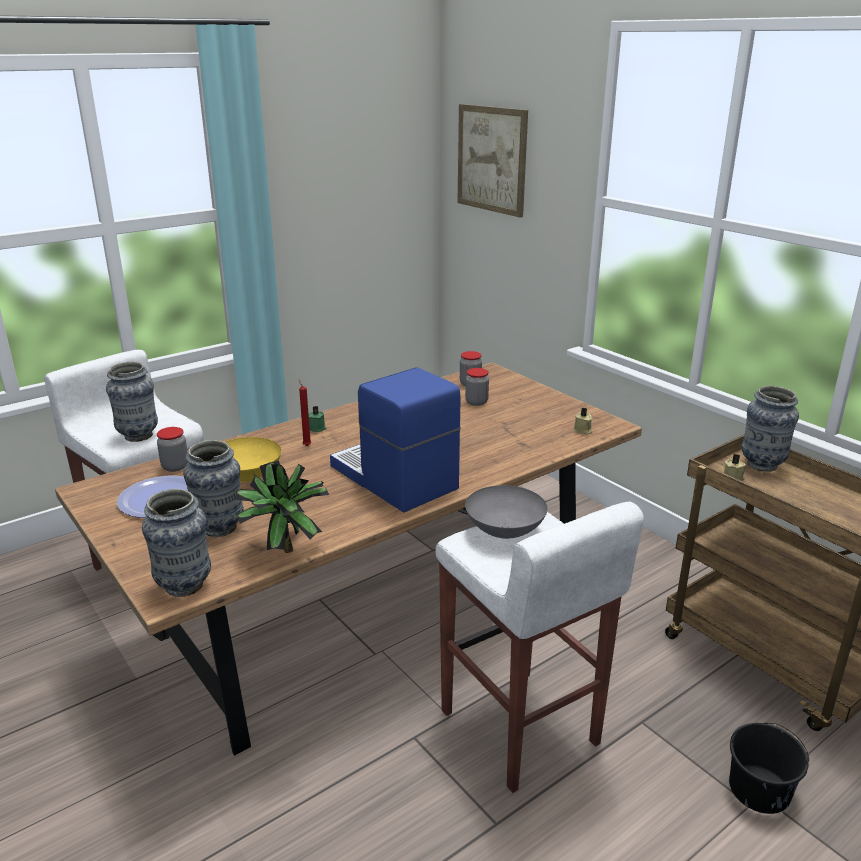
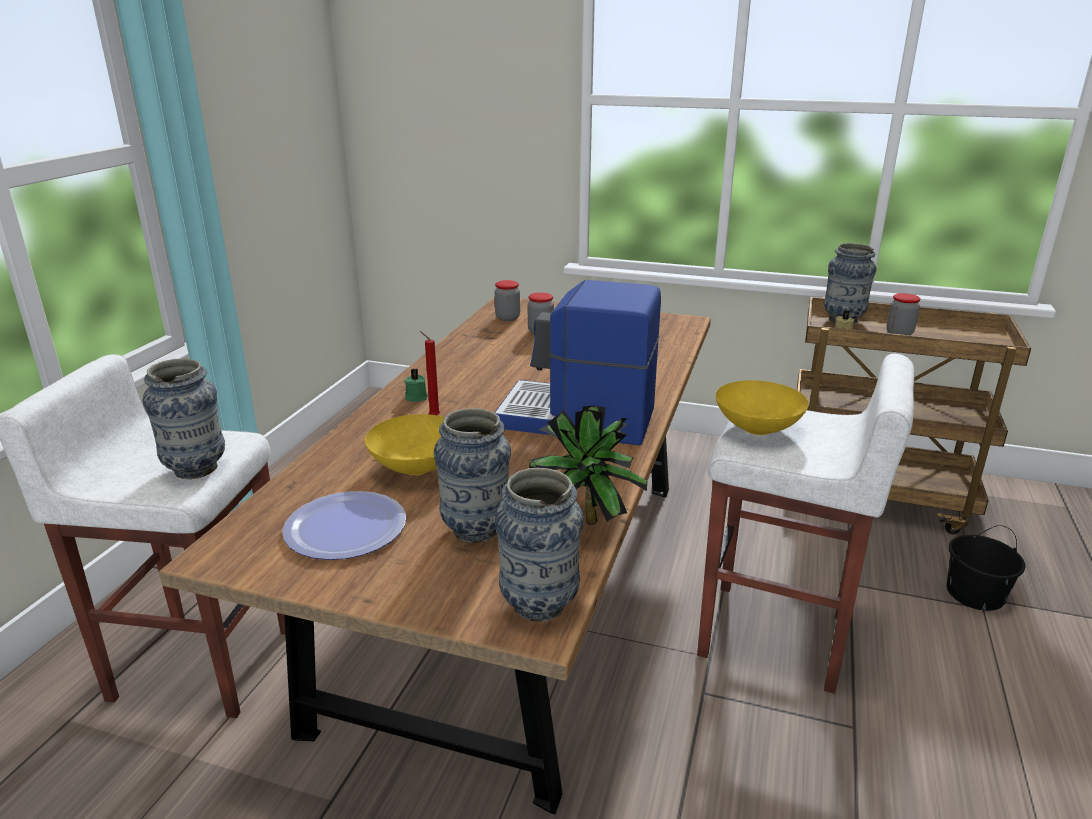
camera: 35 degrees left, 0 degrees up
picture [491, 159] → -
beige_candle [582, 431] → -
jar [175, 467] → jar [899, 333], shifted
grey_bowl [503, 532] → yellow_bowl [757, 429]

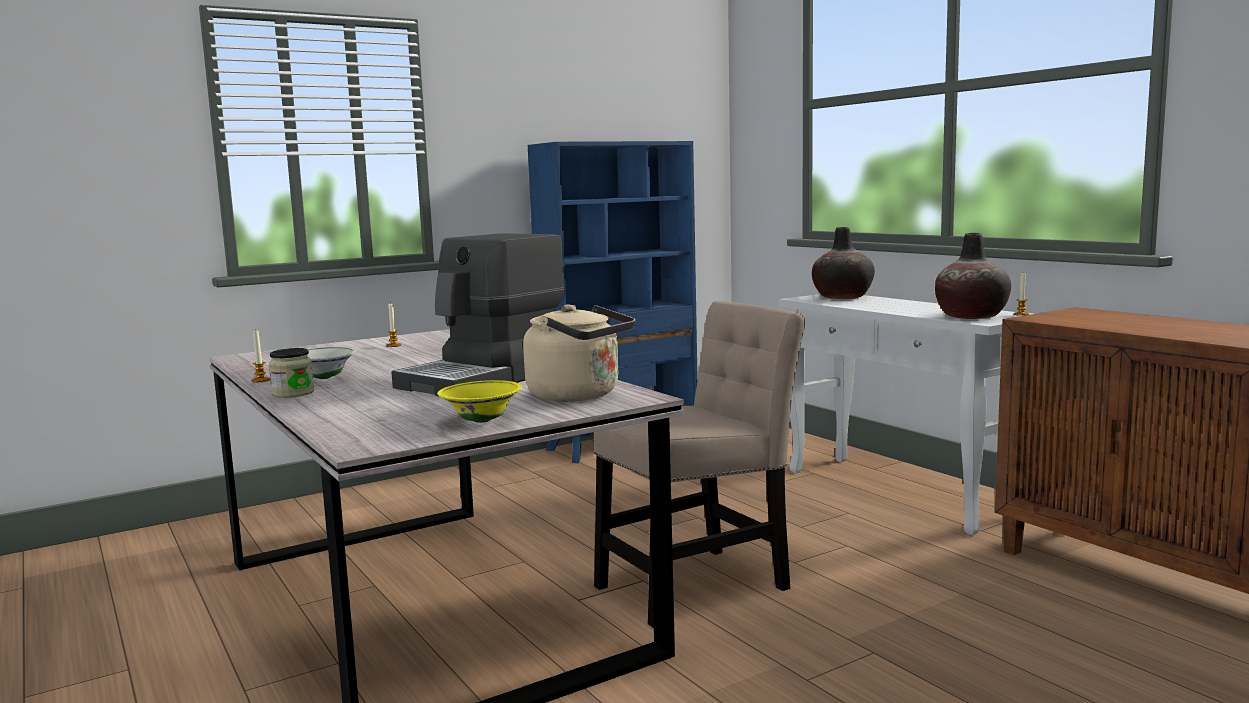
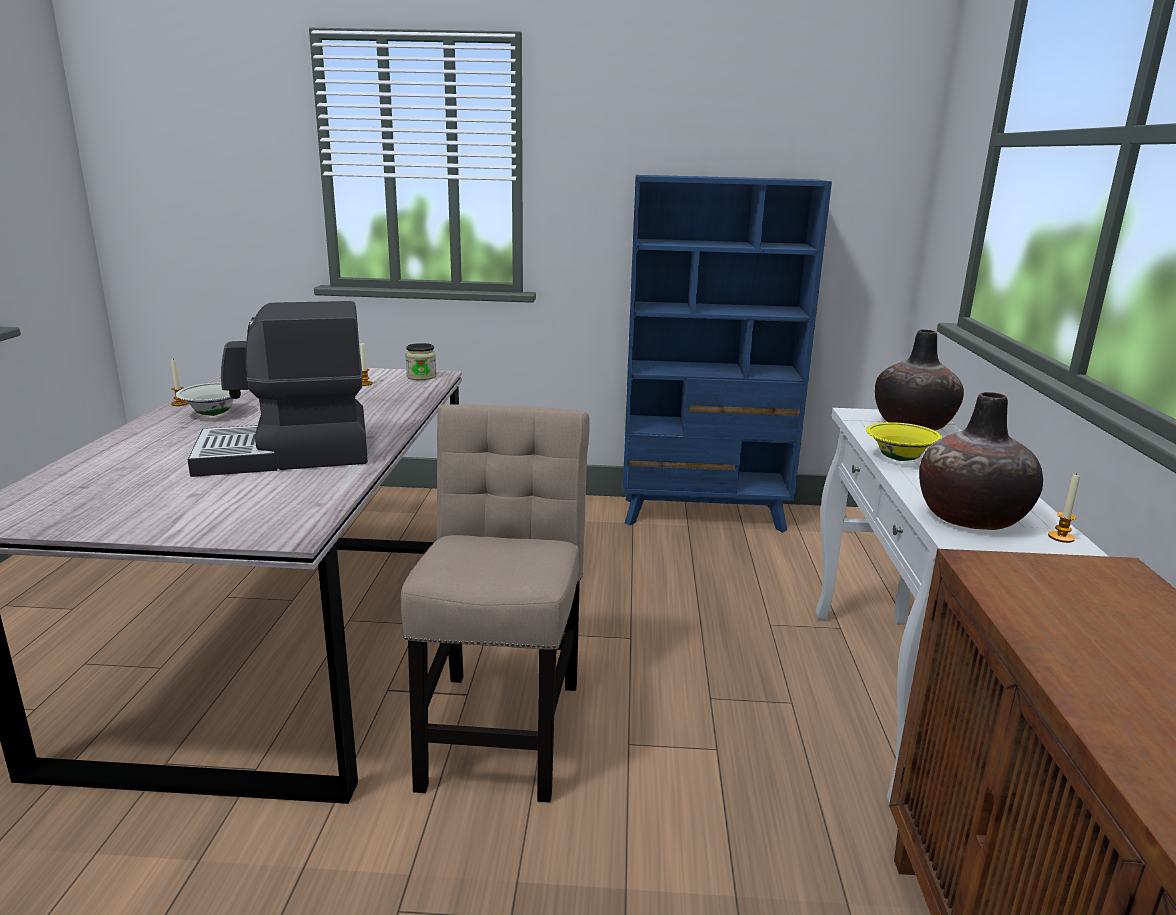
camera: 35 degrees right, 10 degrees up
beige_kettle [579, 395] → -
jar [293, 393] → jar [421, 376], shifted
yellow_bowl [482, 421] → yellow_bowl [899, 459], shifted
beige_chair [699, 584] → beige_chair [502, 725], 90 degrees counterclockwise

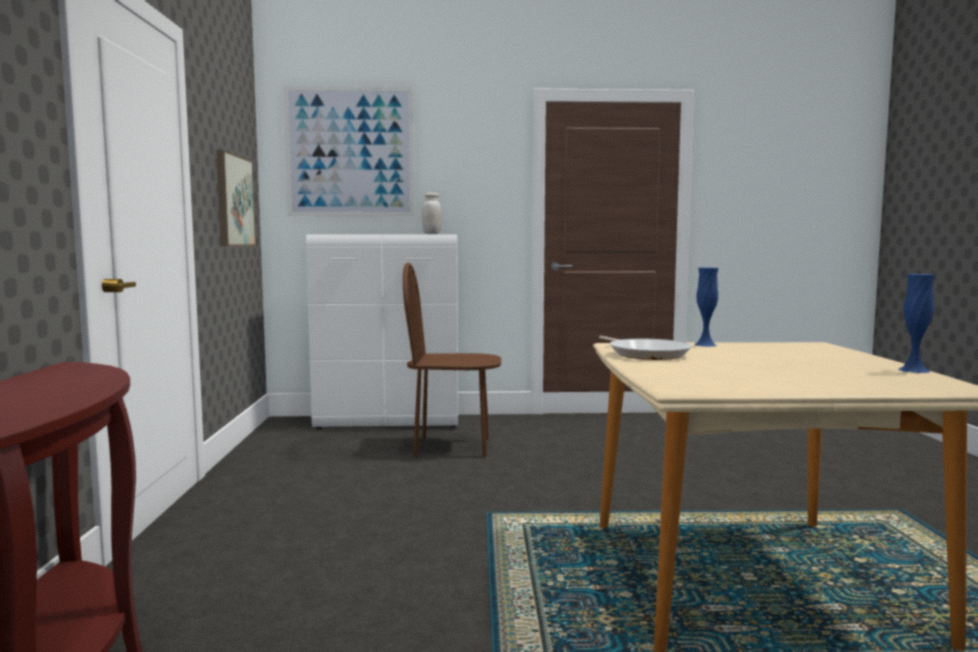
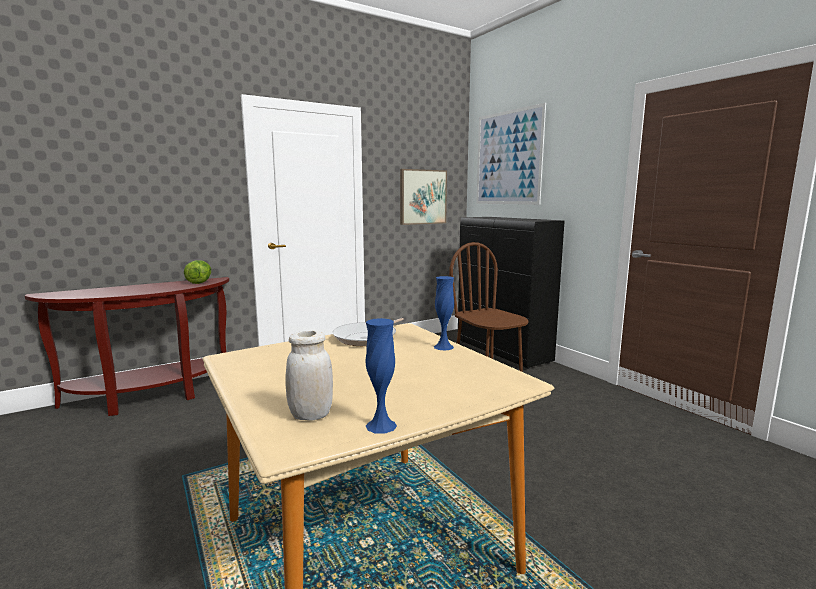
camera: 60 degrees right, 5 degrees up
- → lettuce [200, 282]
white_jar [432, 234] → white_jar [310, 415], shifted
white_cabinet [389, 422] → black_cabinet [503, 352]

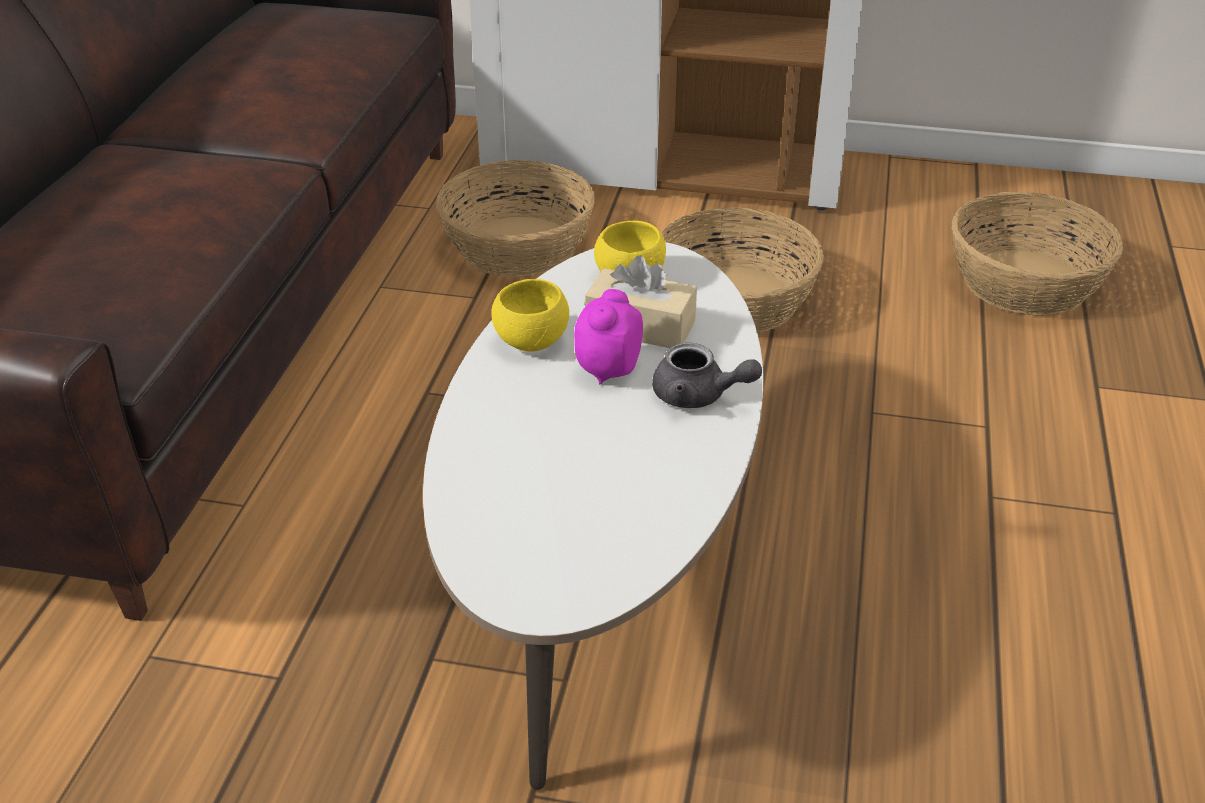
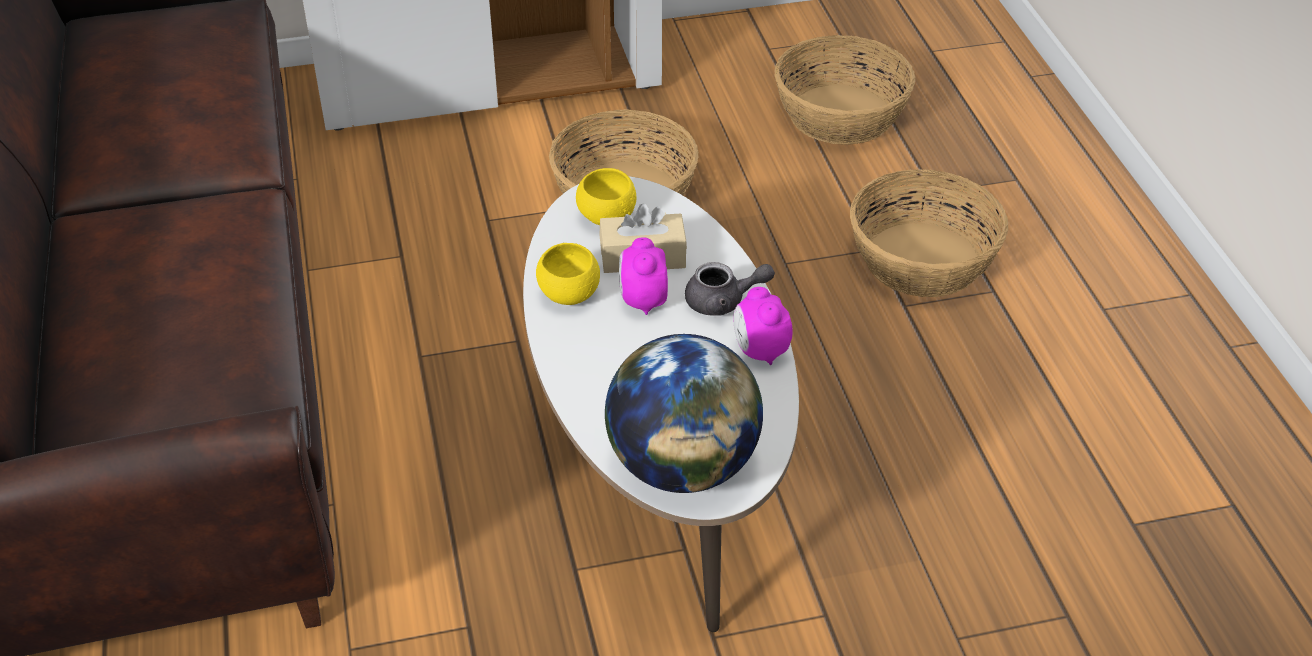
camera: 25 degrees left, 5 degrees up
- → globe [683, 467]
- → alarm_clock [760, 351]
basket [517, 247] → basket [922, 260], shifted

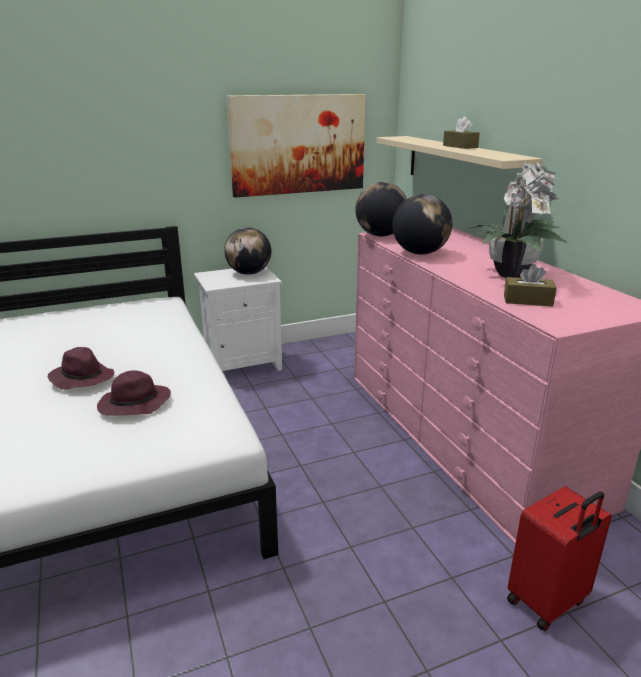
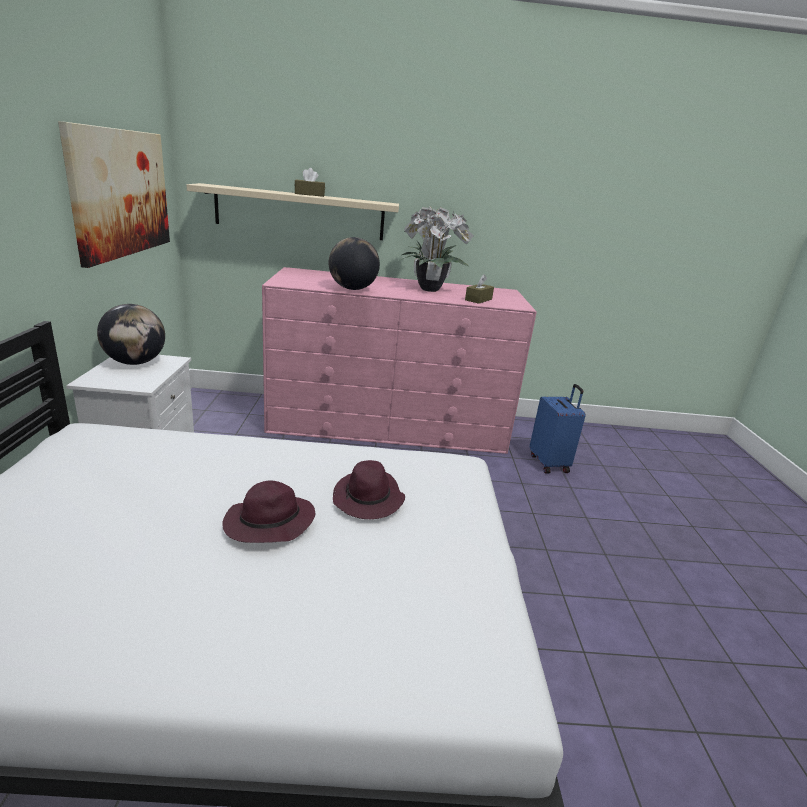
camera: 70 degrees left, 0 degrees up
globe [380, 235] → -
red_suitcase [548, 602] → blue_suitcase [549, 463]

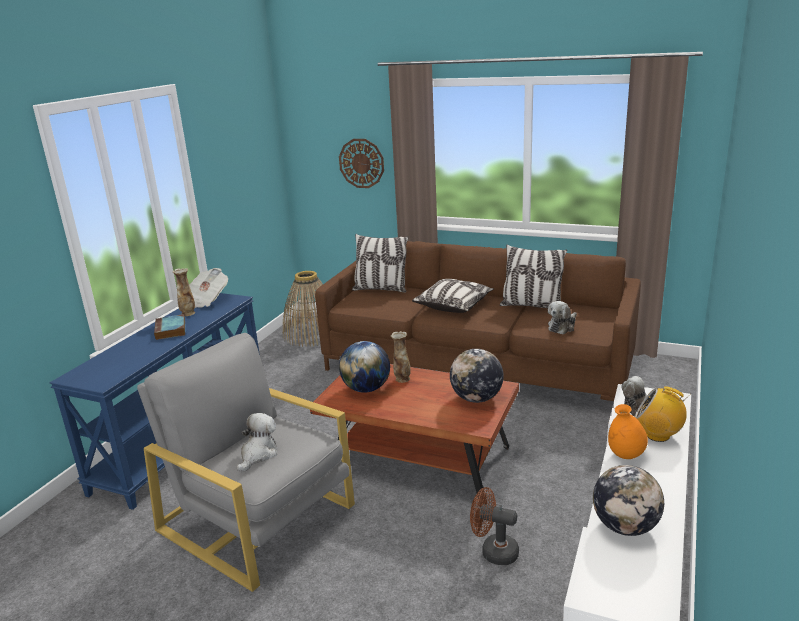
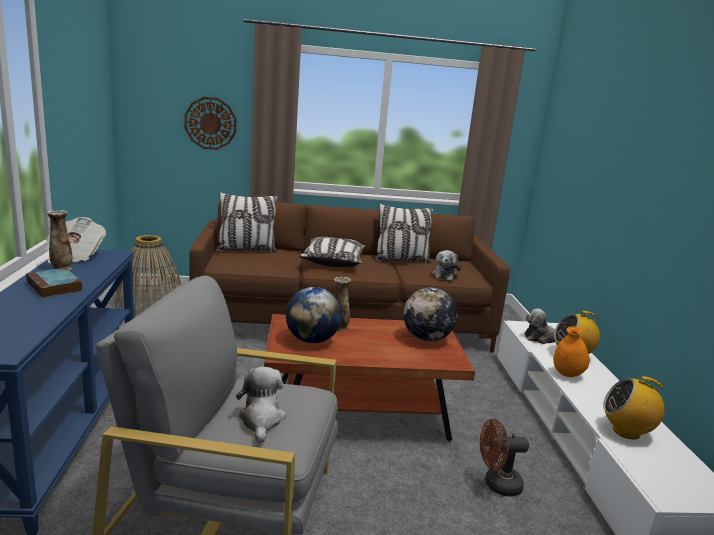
camera: 30 degrees left, 5 degrees down
globe [625, 527] → radio [626, 431]

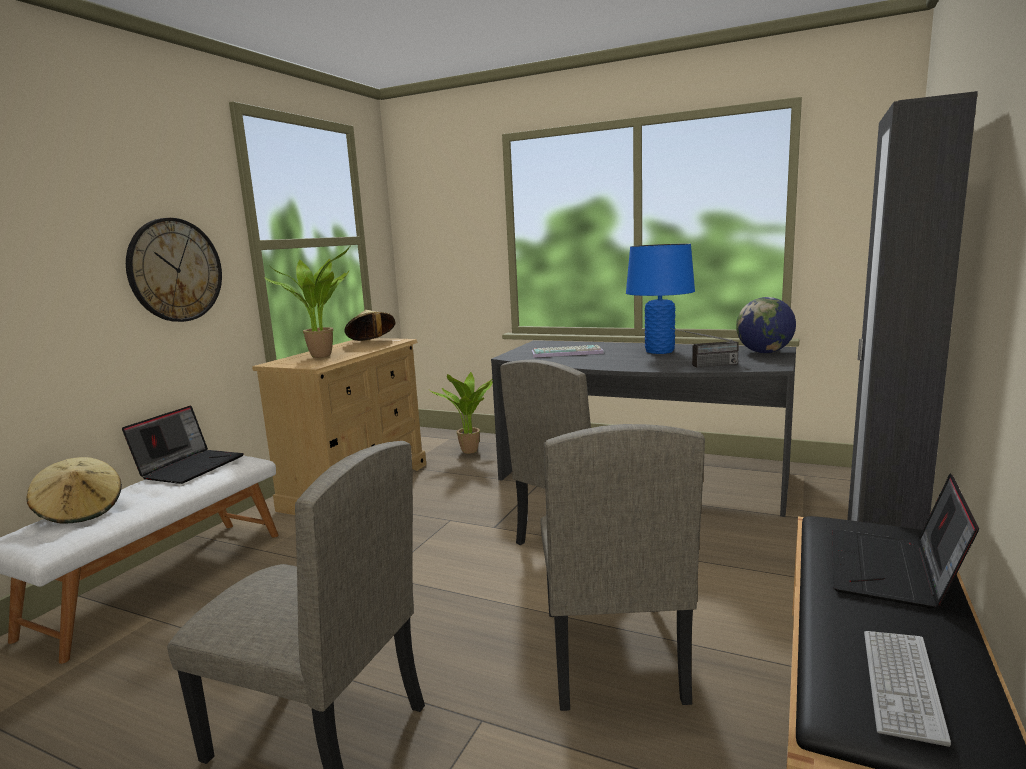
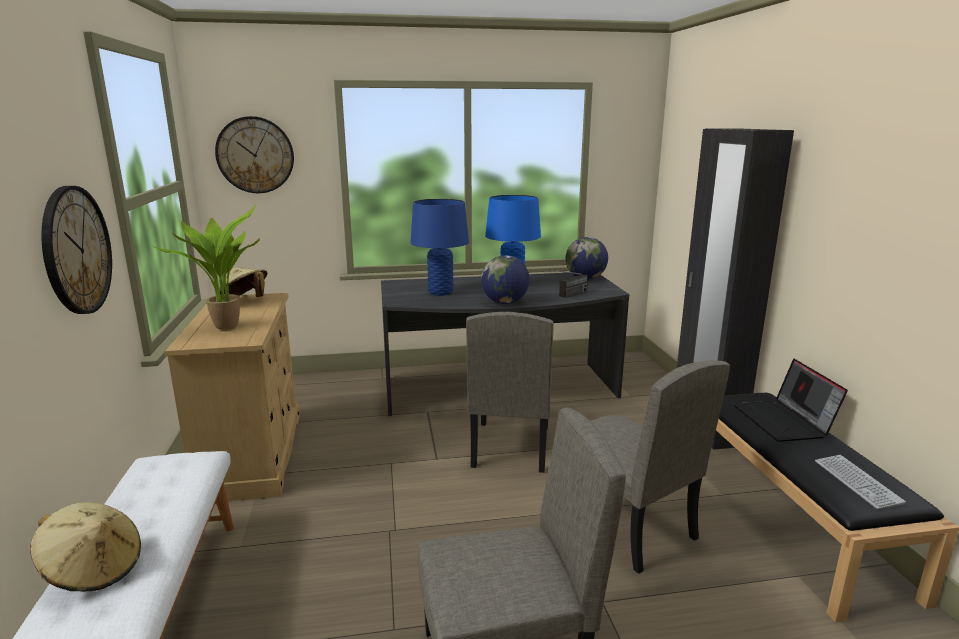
camera: 35 degrees left, 5 degrees up
laptop [190, 466] → -
potted_plant [471, 452] → -
- → wall_clock [255, 155]
- → globe [505, 303]
keyboard [567, 353] → blue_table_lamp [441, 292]

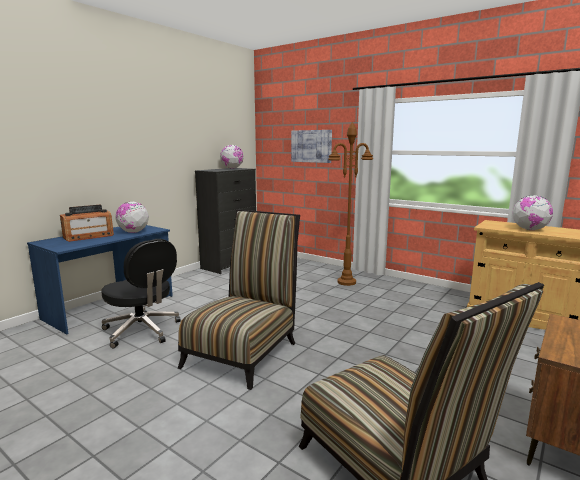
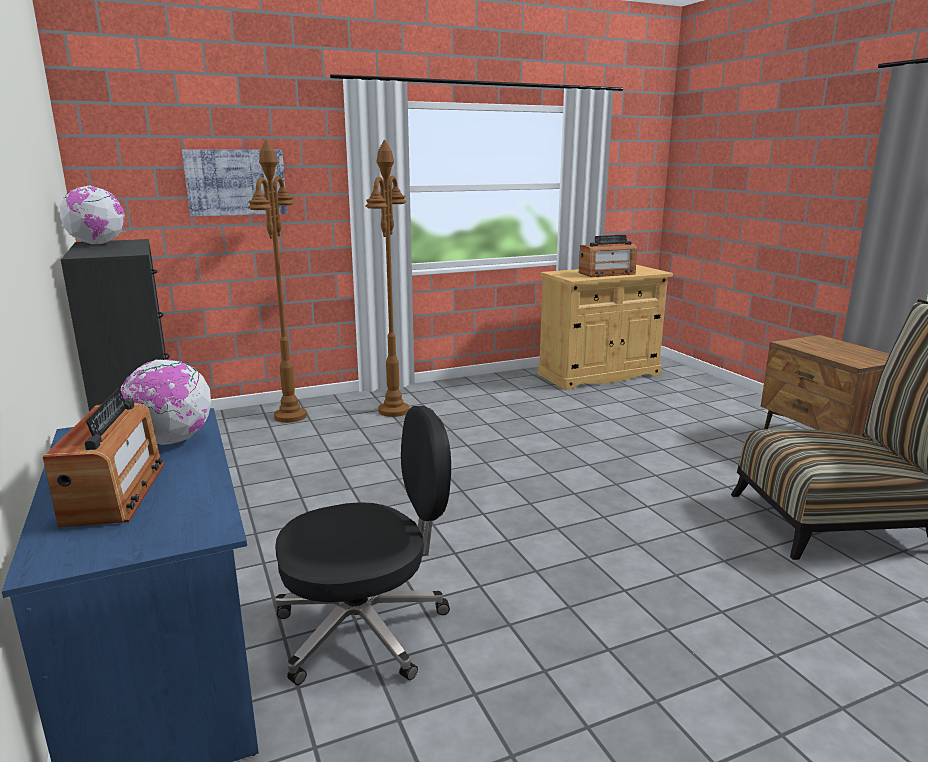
camera: 60 degrees left, 5 degrees up
chair [244, 351] → -
- → brown_floor_lamp [290, 416]
globe [530, 229] → radio [607, 273]

